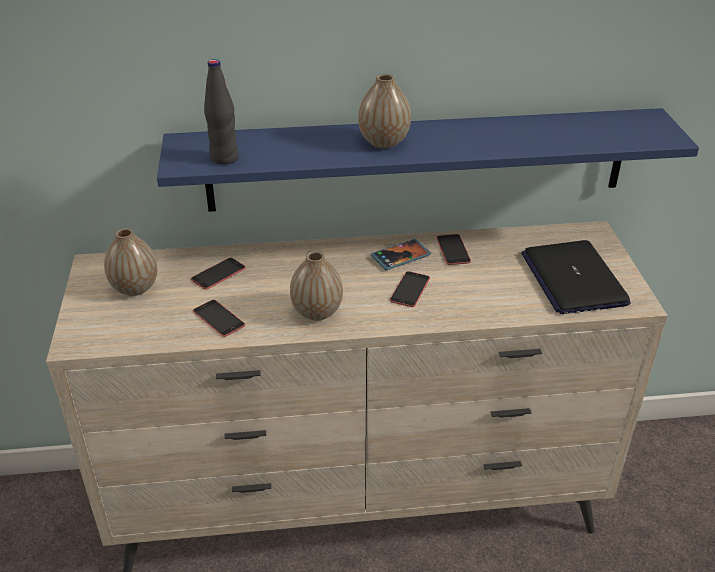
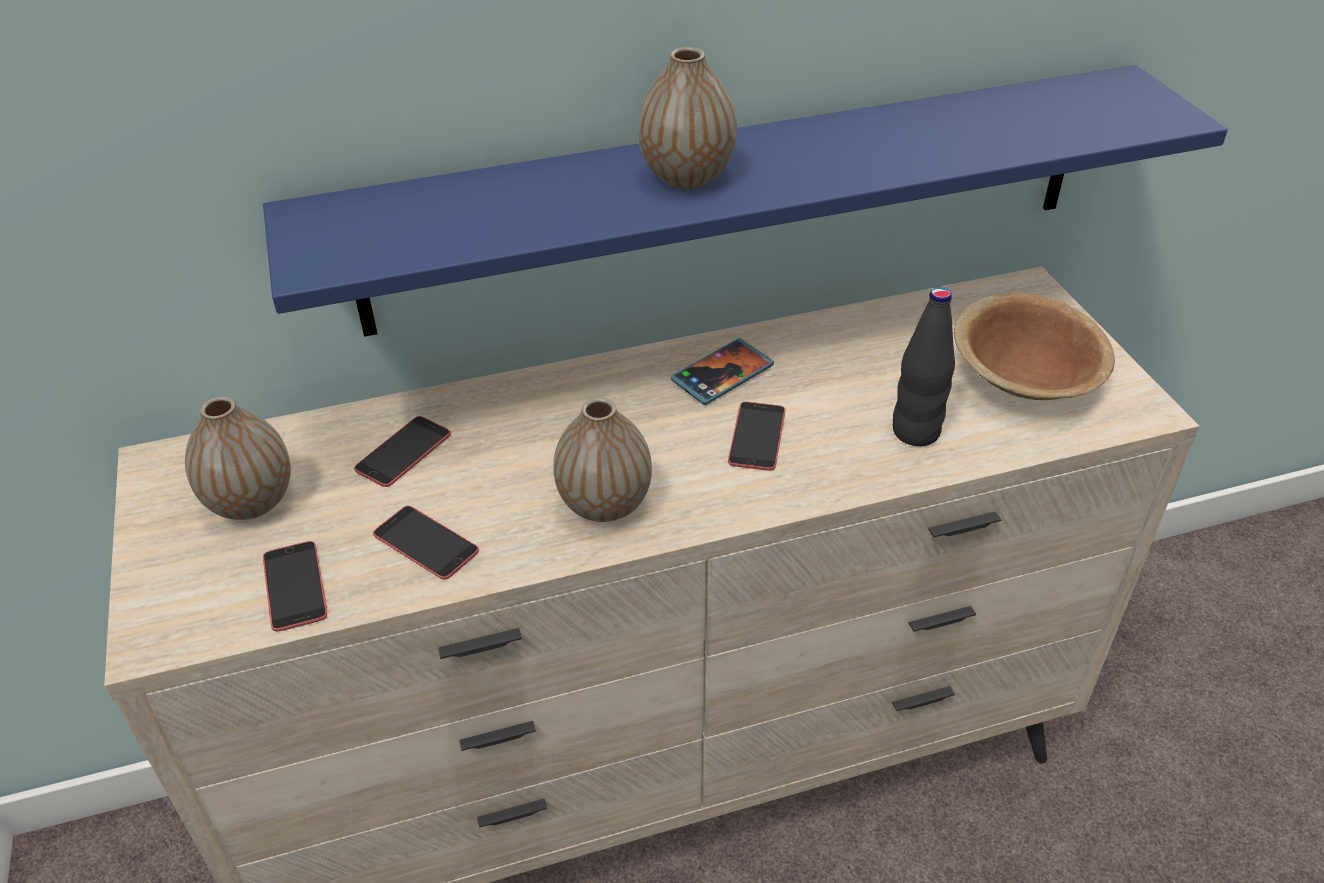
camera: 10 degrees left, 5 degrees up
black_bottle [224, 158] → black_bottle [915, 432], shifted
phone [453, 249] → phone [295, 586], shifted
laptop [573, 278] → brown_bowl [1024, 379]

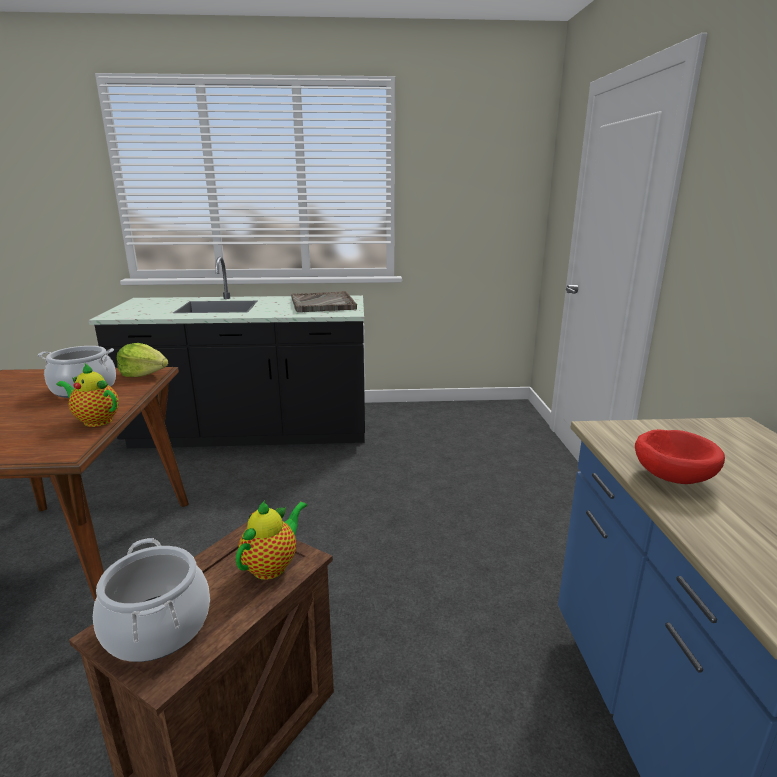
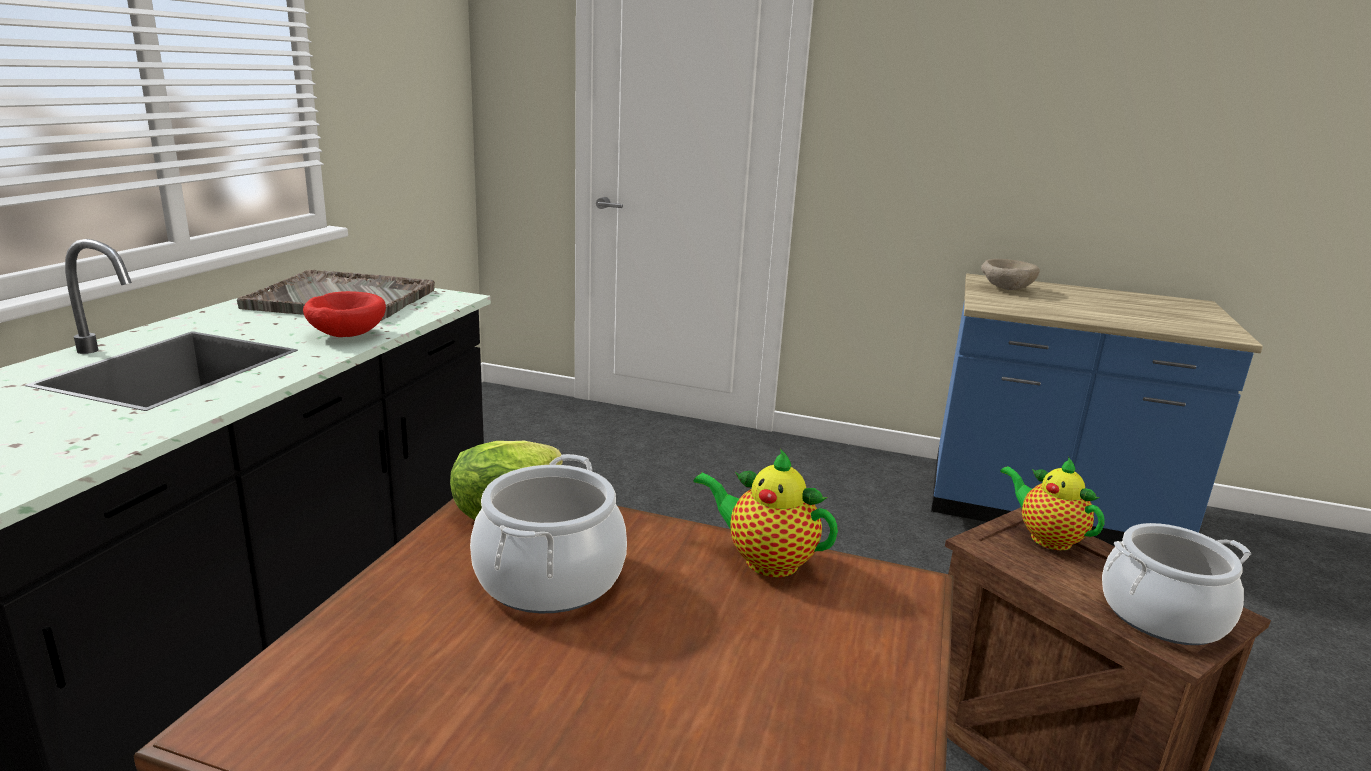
camera: 70 degrees left, 0 degrees up
- → beige_bowl [1005, 289]
red_bowl [671, 476] → red_bowl [346, 334], shifted
teapot [95, 421] → teapot [765, 560], 75 degrees clockwise

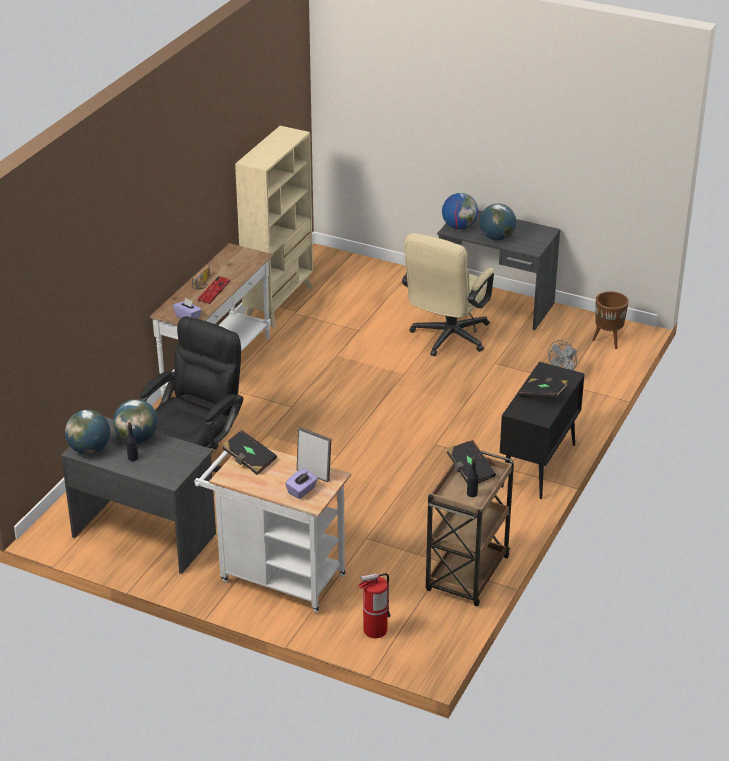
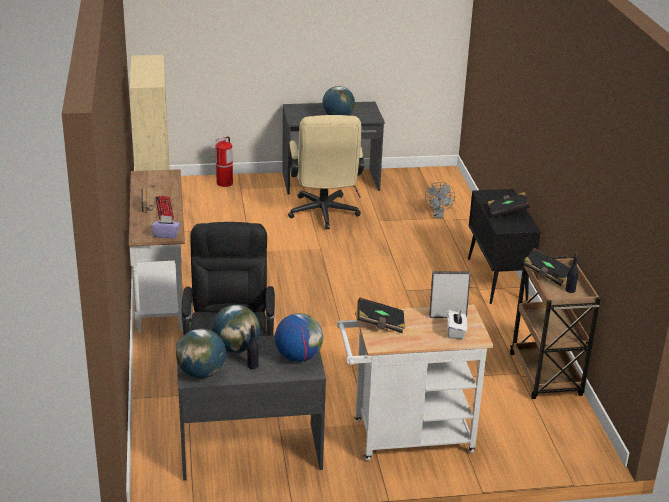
camera: 35 degrees left, 5 degrees down
brown_planter [608, 341] → -
fire_extinguisher [375, 630] → fire_extinguisher [224, 183], shifted
globe [459, 227] → globe [298, 357], shifted
purple_tissue_box [302, 491] → white_tissue_box [456, 332]

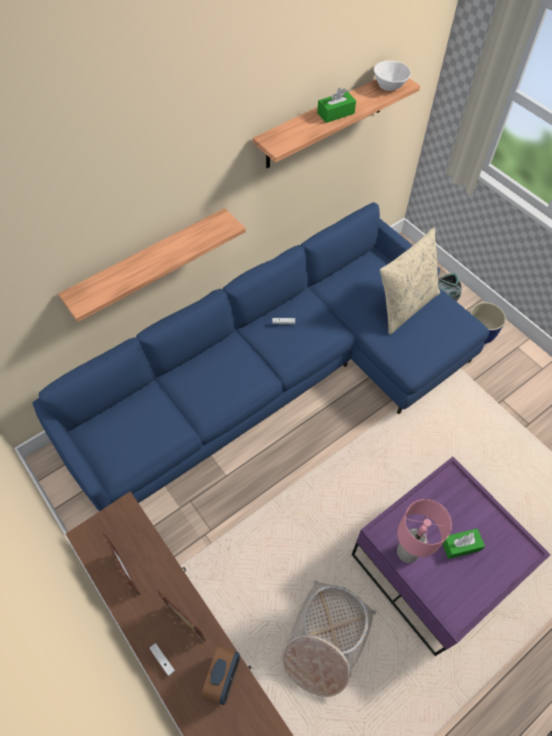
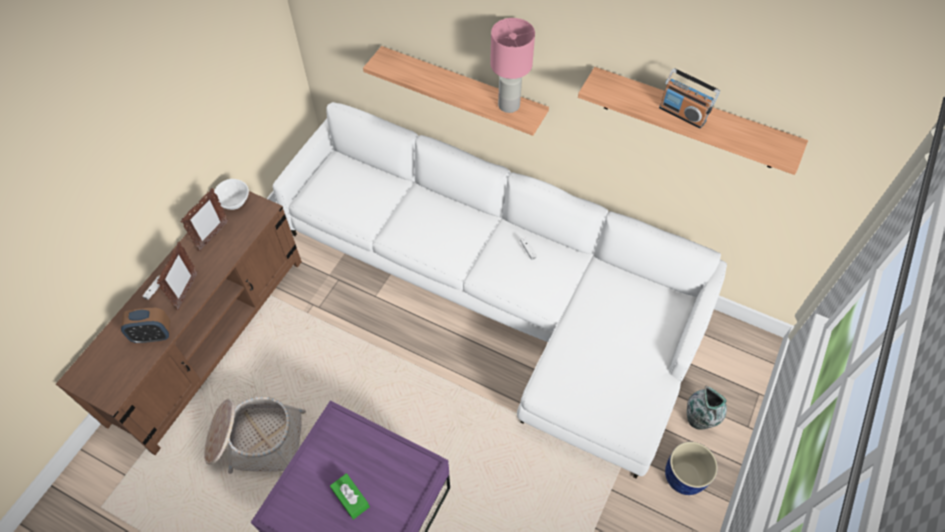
camera: 65 degrees right, 0 degrees up
beige_pillow [404, 305] → -
white_bowl [389, 87] → white_bowl [234, 203], shifted
pink_table_lamp [408, 552] → pink_table_lamp [508, 106], shifted
green_tissue_box [335, 113] → radio [682, 114]
blue_sofa [280, 376] → white_sofa [504, 295]

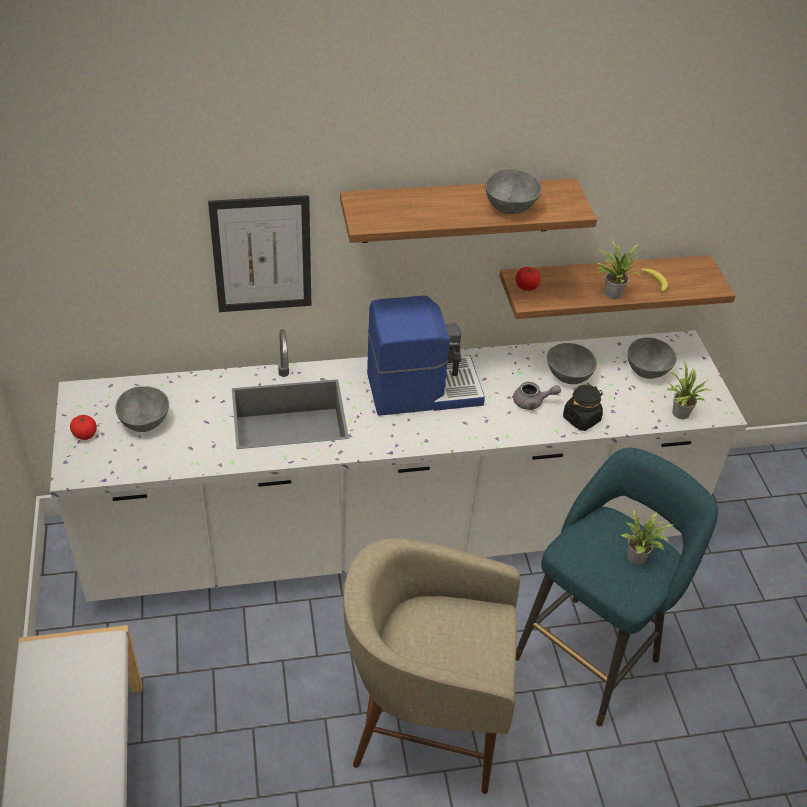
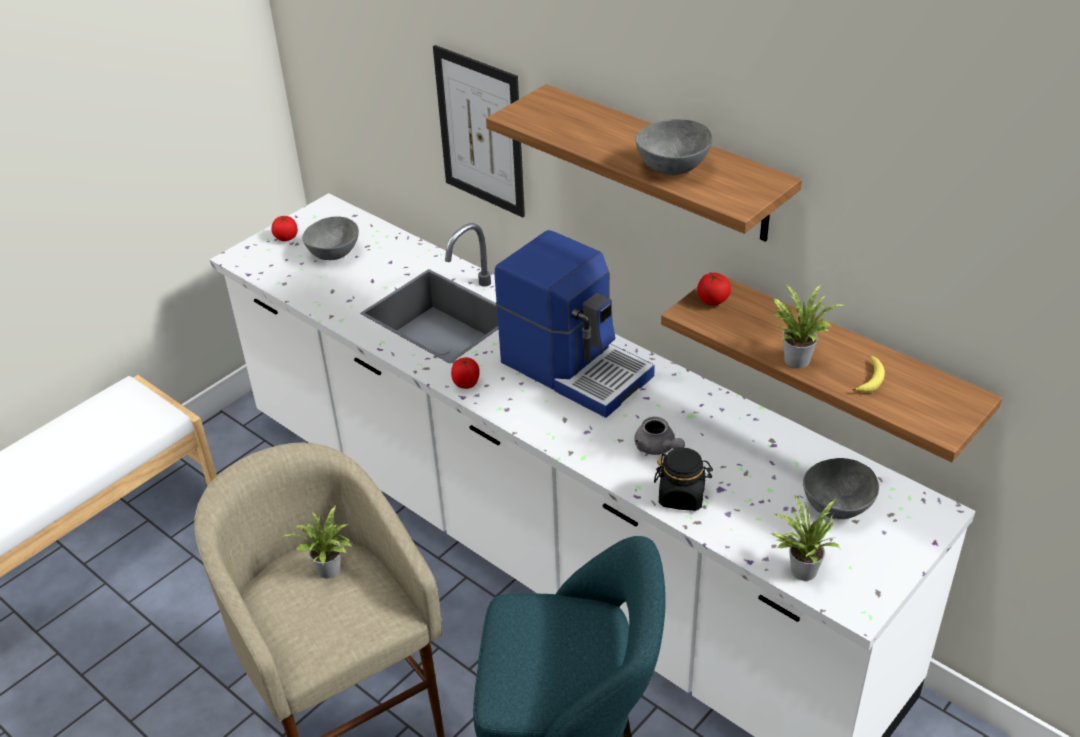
camera: 55 degrees right, 5 degrees down
grey_bowl [568, 375] → -
- → tomato [466, 384]
potted_plant [639, 557] → potted_plant [330, 571], shifted

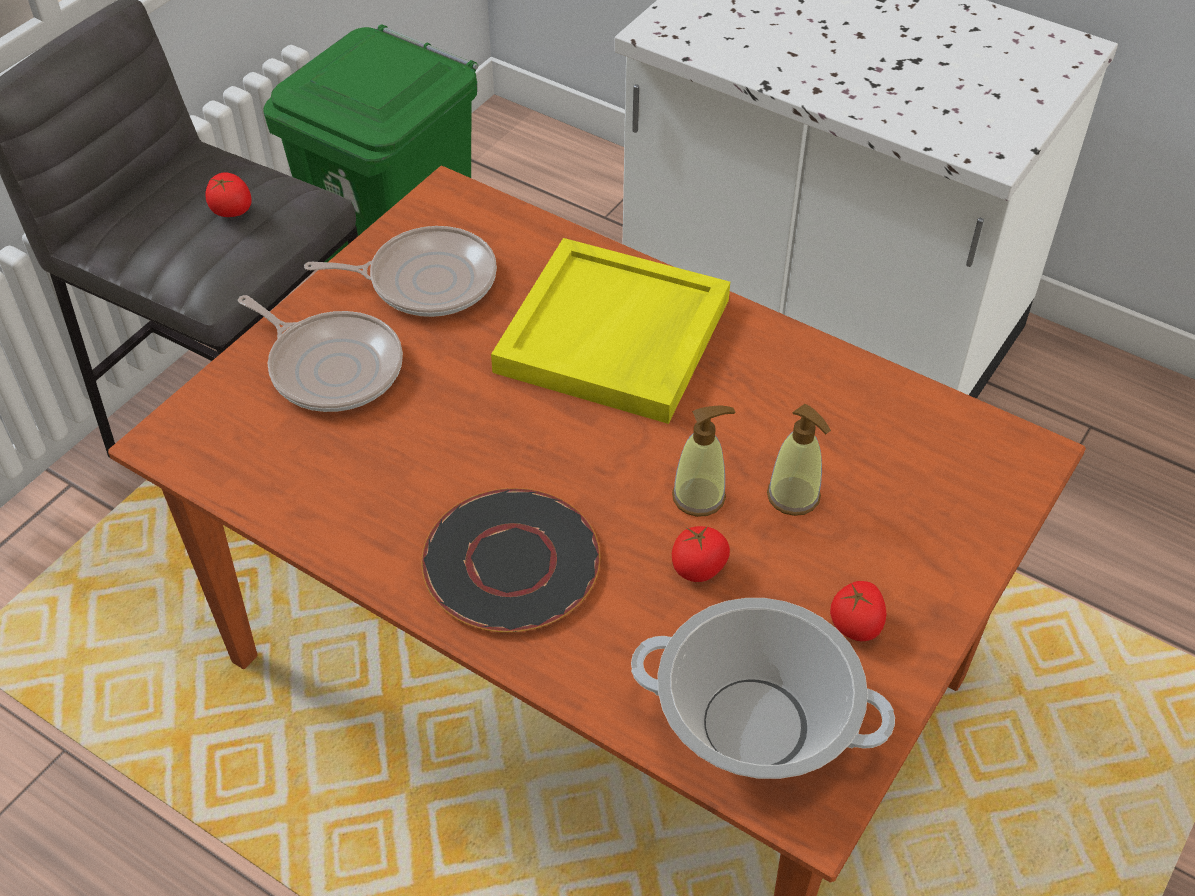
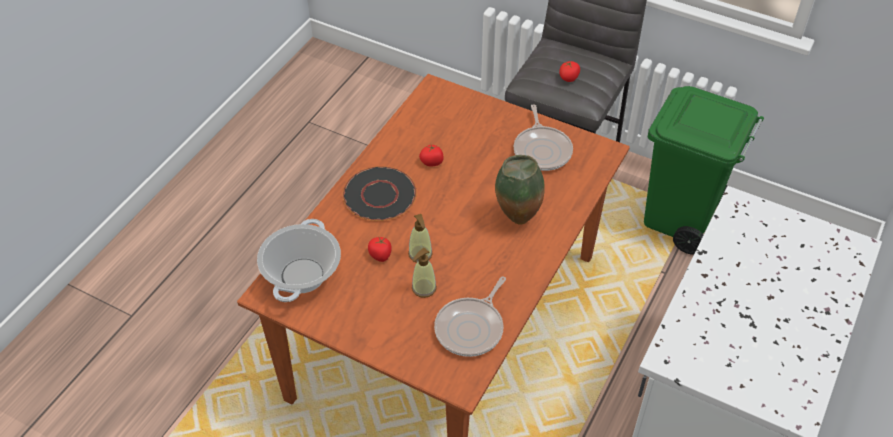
camera: 85 degrees right, 0 degrees up
frying_pan [331, 366] → frying_pan [471, 328], shifted
tomato [855, 625] → tomato [432, 162], shifted
yellow_tray [614, 337] → vase [516, 219]

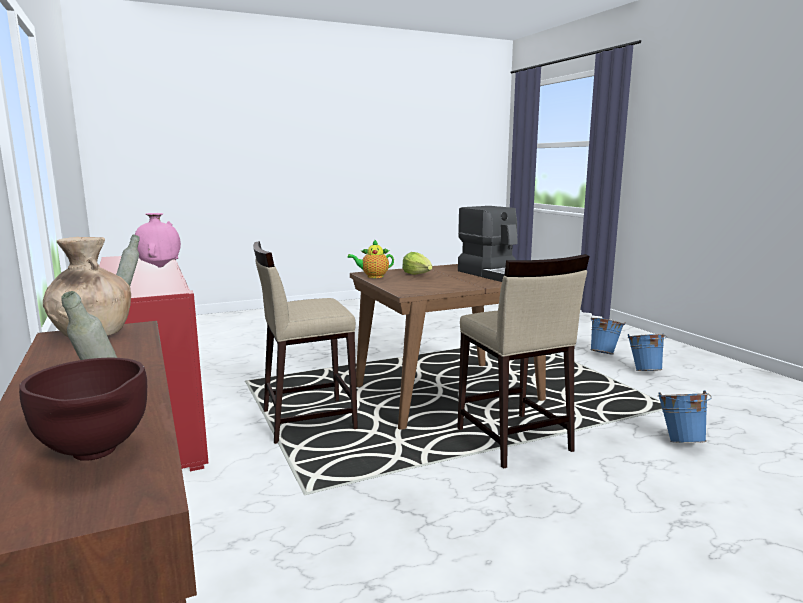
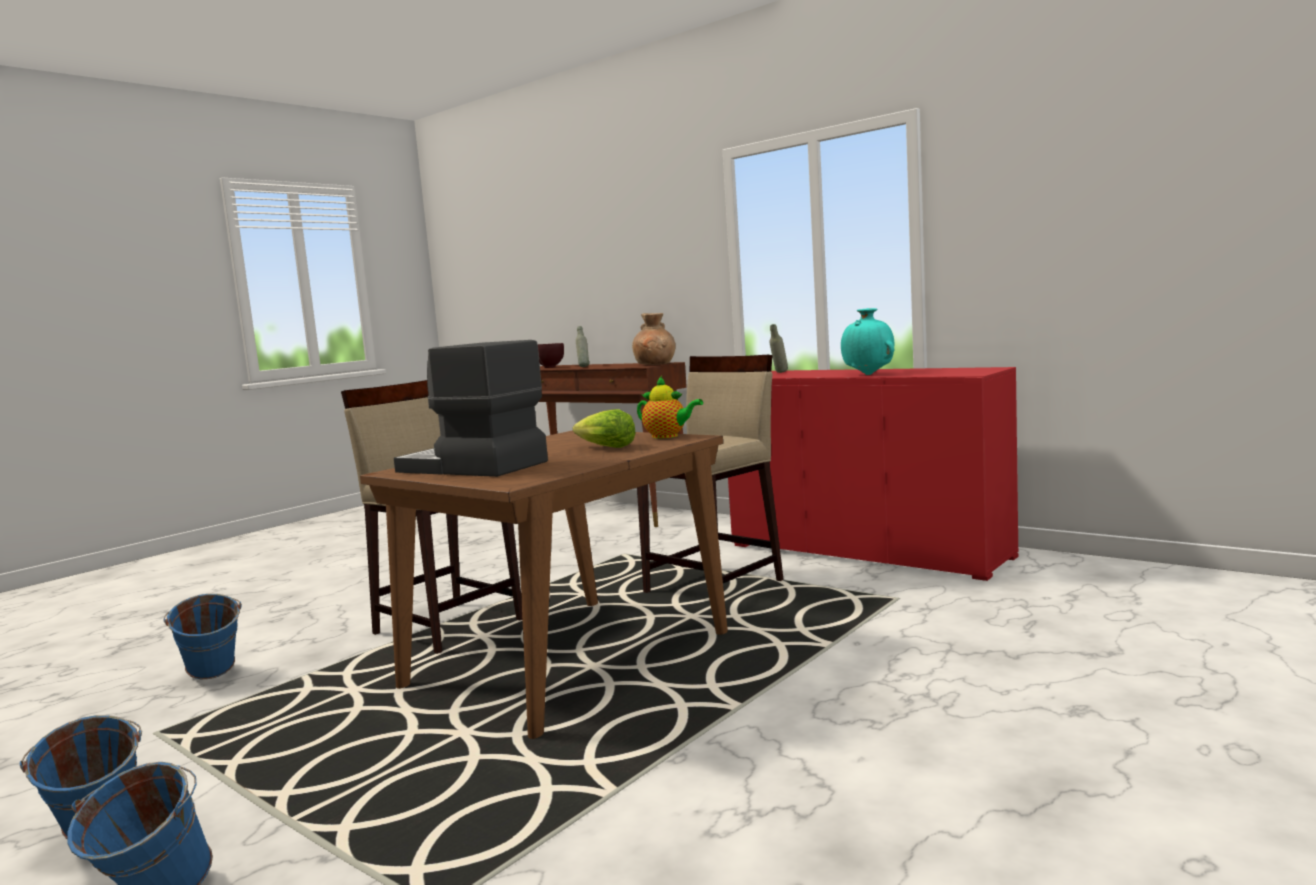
camera: 155 degrees right, 5 degrees down
pink_vase [159, 267] → turquoise_vase [869, 374]
teapot [373, 276] → teapot [668, 436], 60 degrees clockwise

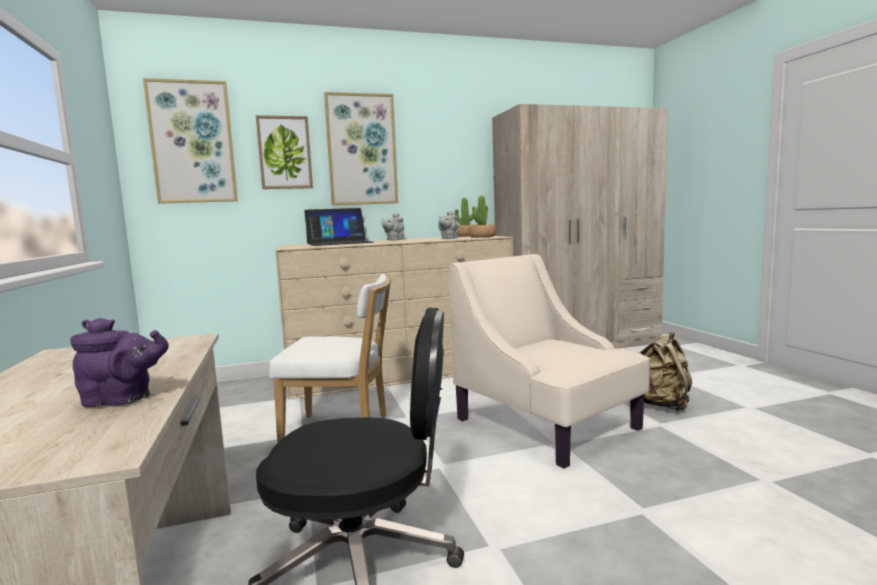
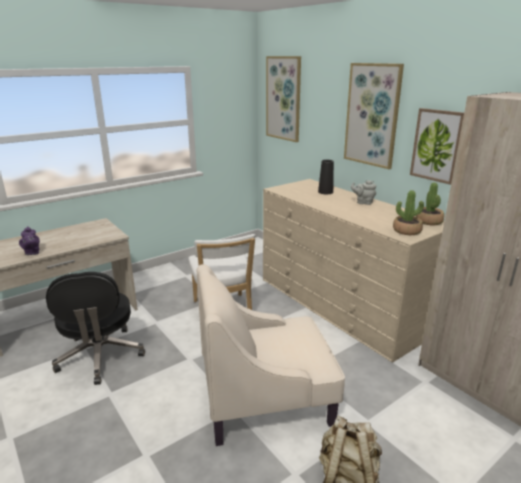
camera: 70 degrees right, 15 degrees up
grey_teapot [448, 238] → -
picture [285, 153] → picture [437, 145], shifted
laptop [339, 243] → black_vase [325, 192]
beige_armchair [547, 424] → beige_armchair [267, 398], 135 degrees counterclockwise

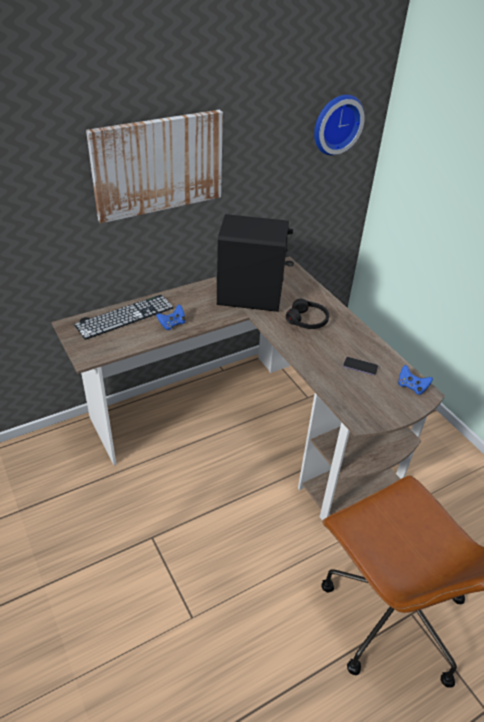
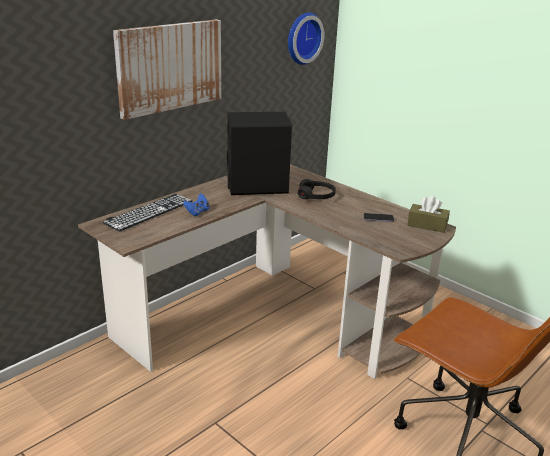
camera: 15 degrees left, 15 degrees down
blue_game_controller [411, 387] → brown_tissue_box [427, 225]

